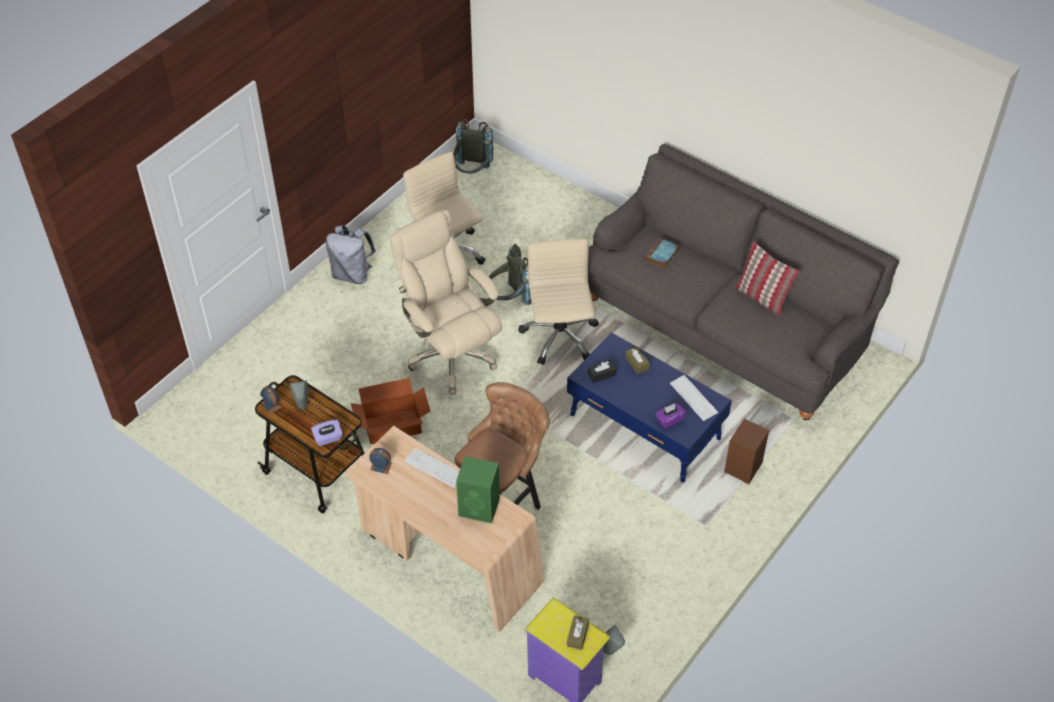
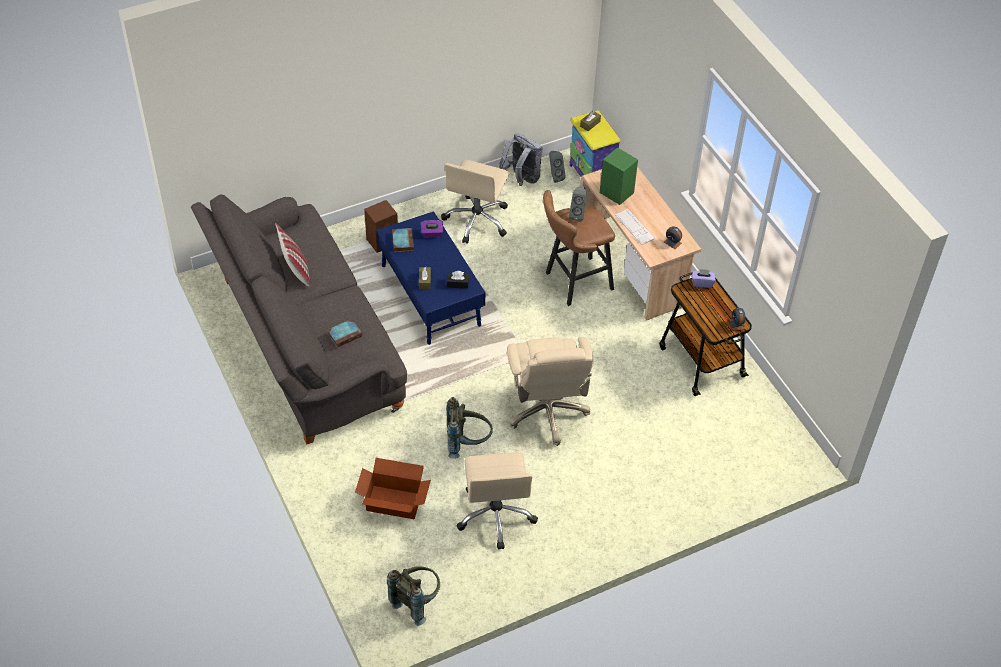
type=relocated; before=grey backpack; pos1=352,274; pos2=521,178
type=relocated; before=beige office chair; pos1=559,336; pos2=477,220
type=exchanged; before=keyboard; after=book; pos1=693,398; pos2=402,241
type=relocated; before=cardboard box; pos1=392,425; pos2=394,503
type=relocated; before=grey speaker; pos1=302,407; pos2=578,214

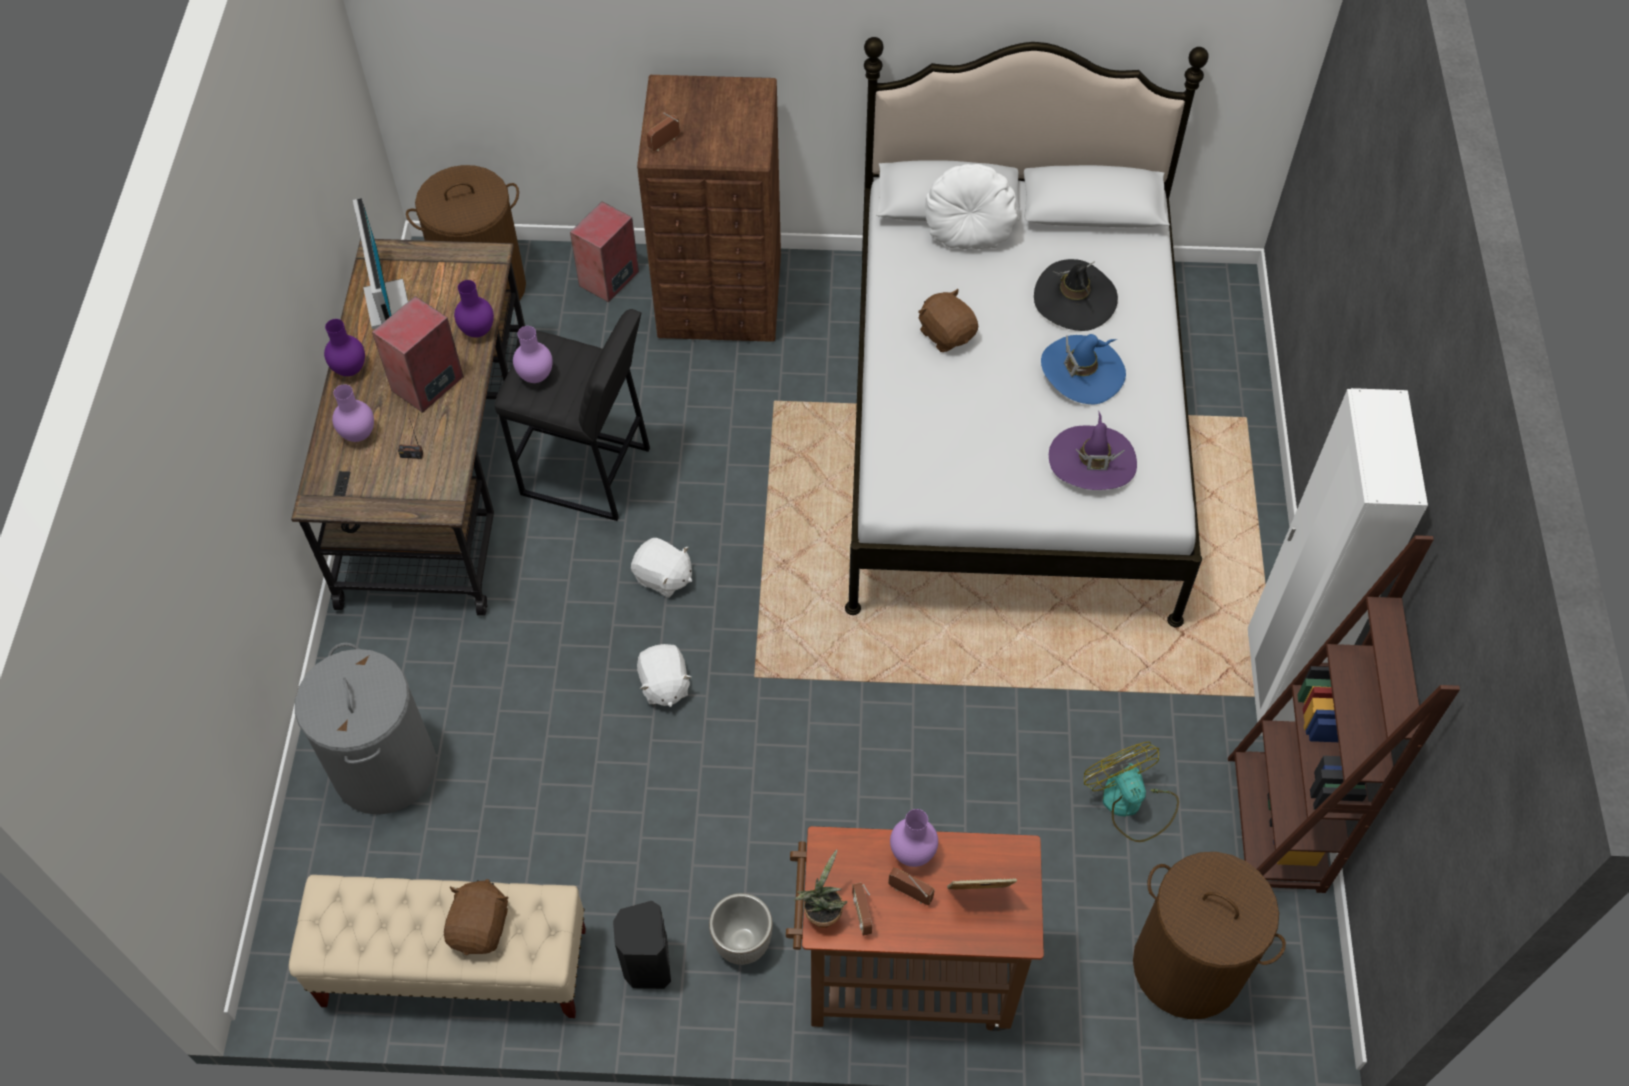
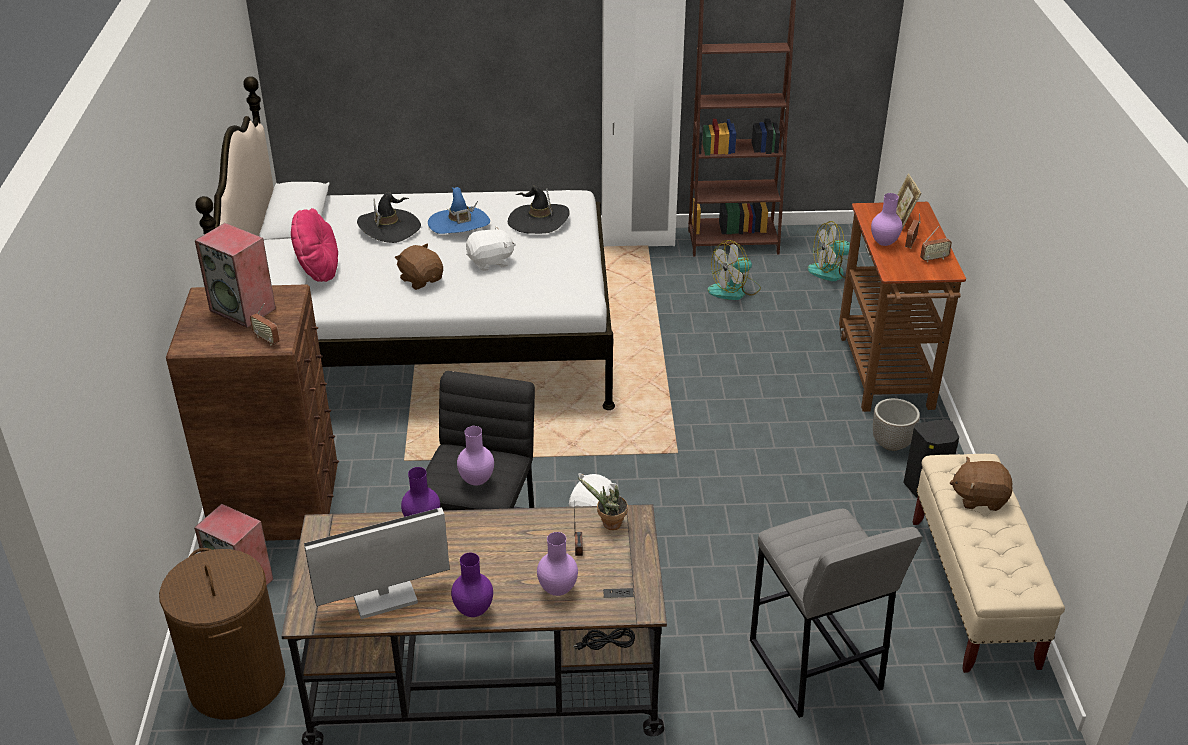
type=colour; before=white pillow; after=pink pillow; pos1=968,236; pos2=319,273
type=spun; before=brown plush toy; pos1=946,334; pos2=421,279; turn=90
type=relocated; before=speaker; pos1=427,385; pos2=244,309
type=colour; before=purple hat; after=black hat; pos1=1092,461; pos2=538,221
type=exchanged; before=grey laundry basket; after=grey stool; pos1=384,768; pos2=817,667
type=relocated; before=white plush toy; pos1=664,685; pos2=490,262
type=relocated; before=potted plant; pos1=822,913; pos2=609,524
type=exchanged; before=brown laundry basket; after=fan; pos1=1186,966; pos2=834,272

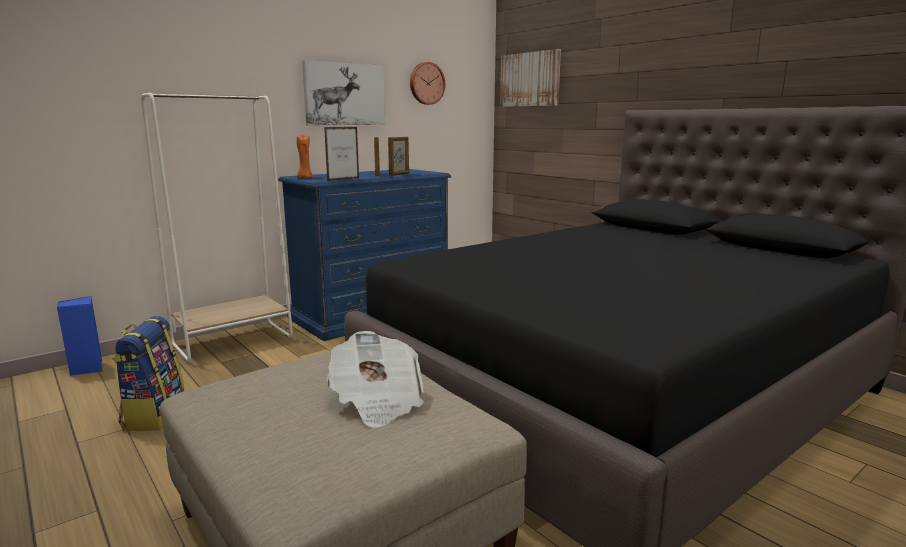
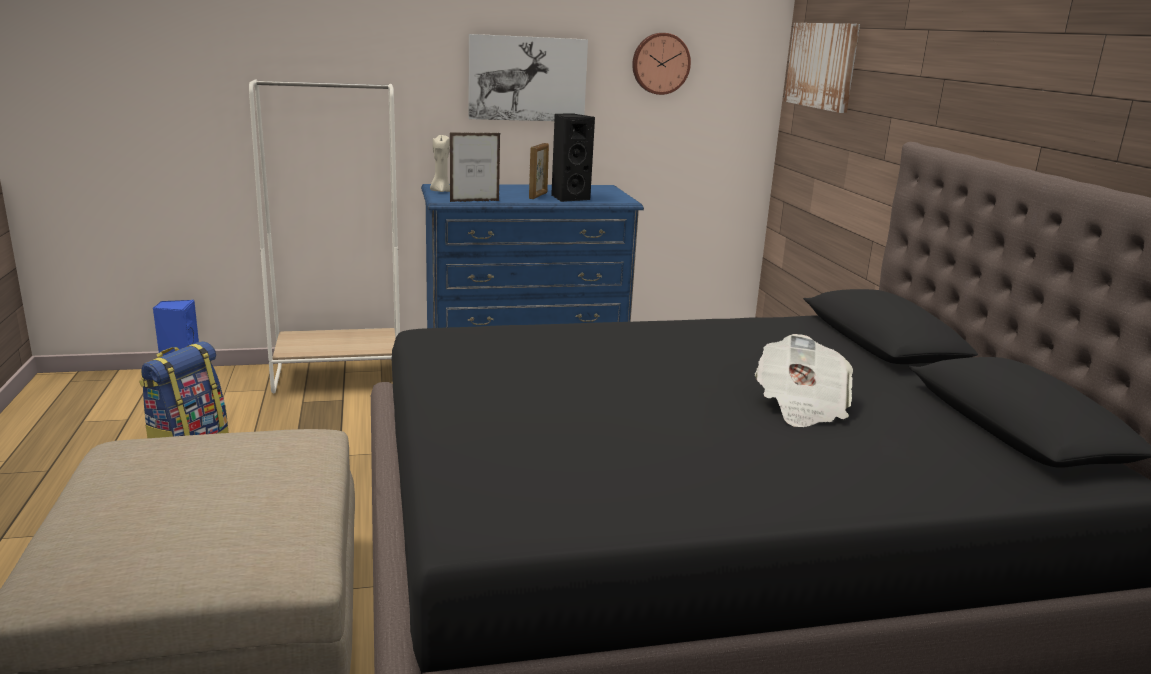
type=colour; before=orange candle; after=beige candle; pos1=305,178; pos2=440,191
type=exchanged; before=picture frame; after=black speaker; pos1=399,174; pos2=568,198
type=relocated; before=newspaper; pos1=377,401; pos2=800,406

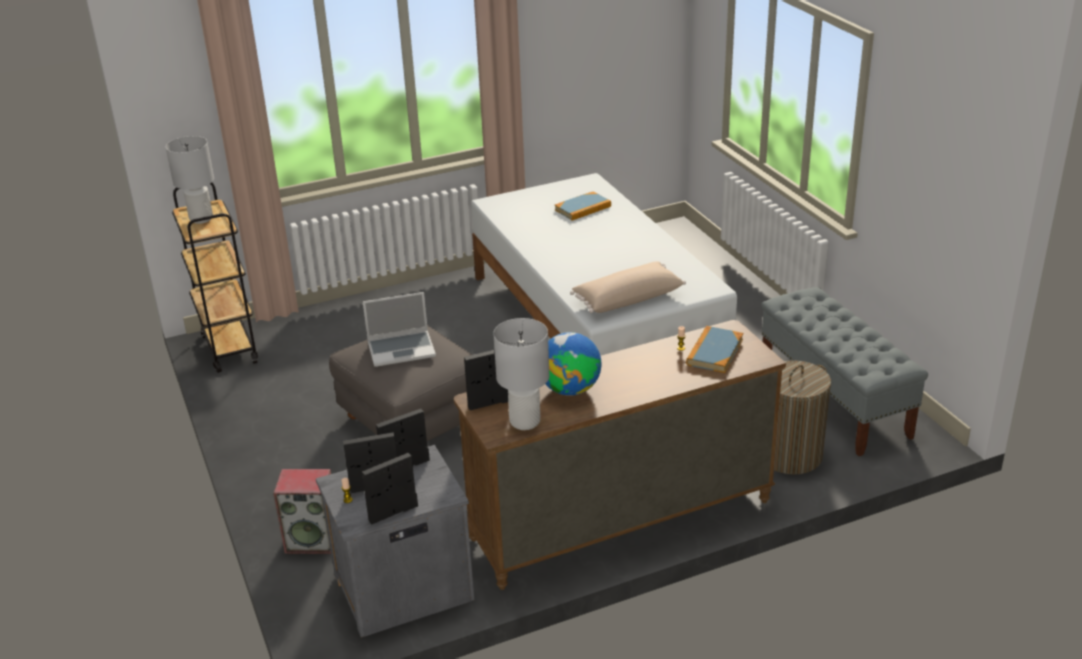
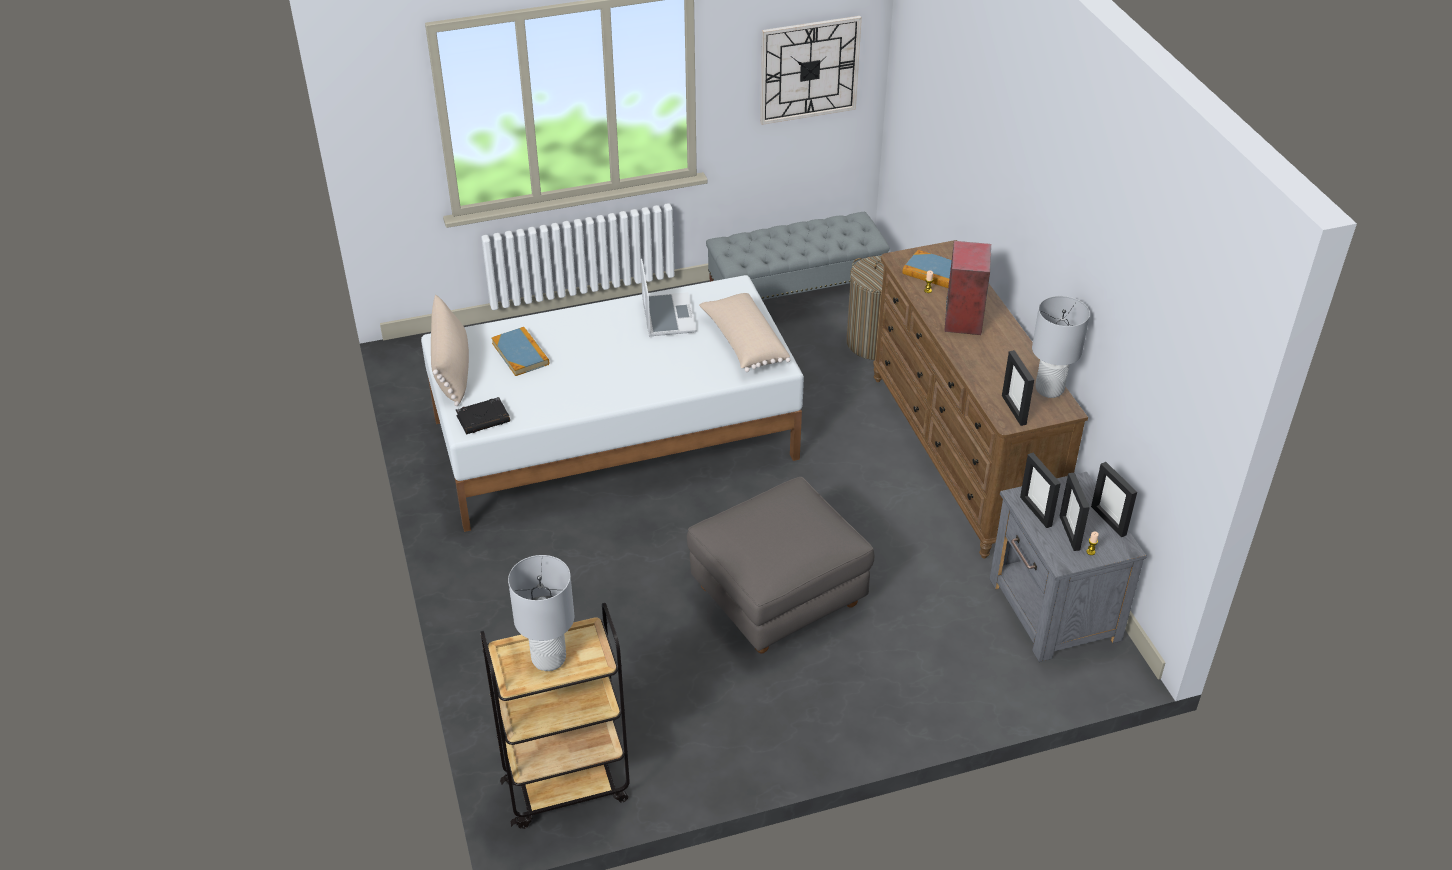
type=relocated; before=laptop; pos1=402,349; pos2=667,316
type=missing; before=globe; pos1=570,389
type=relocated; before=speaker; pos1=313,540; pos2=962,318
type=appeared; after=wall clock; pos2=809,69
type=appeared; after=beige pillow; pos2=452,368
type=appeared; after=black book; pos2=483,419

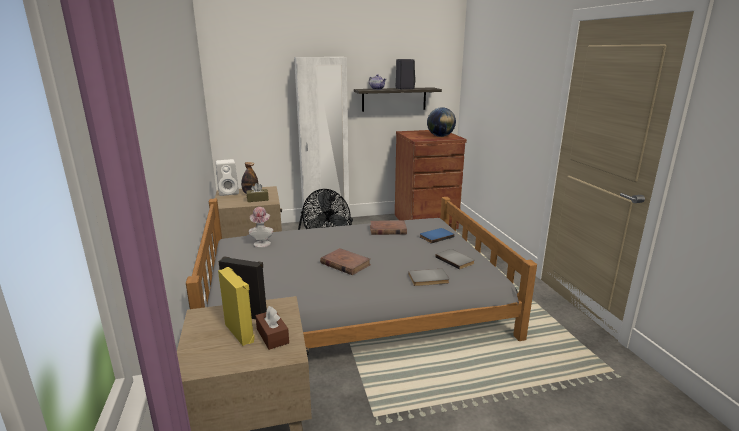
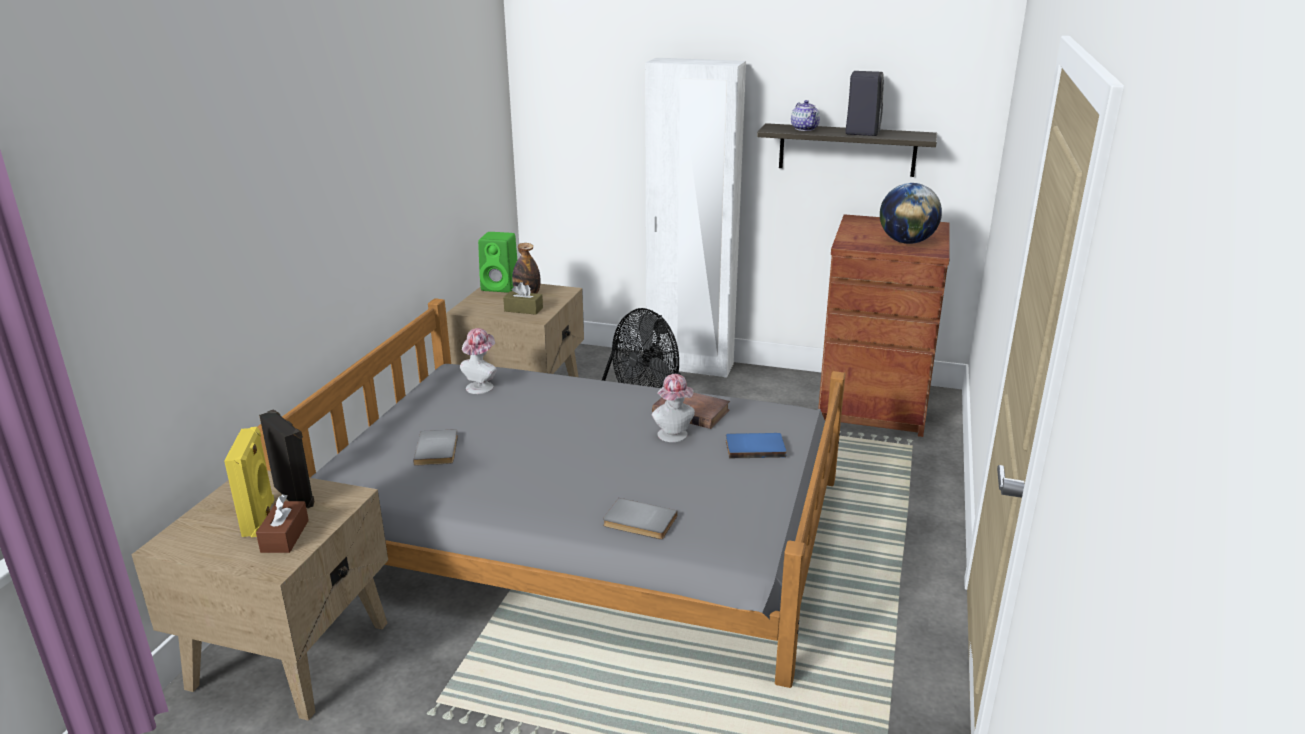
type=colour; before=white speaker; after=green speaker; pos1=229,192; pos2=501,287
type=missing; before=brown book; pos1=345,264
type=relocated; before=grey book; pos1=455,260; pos2=438,449
type=appeared; after=hat; pos2=674,436

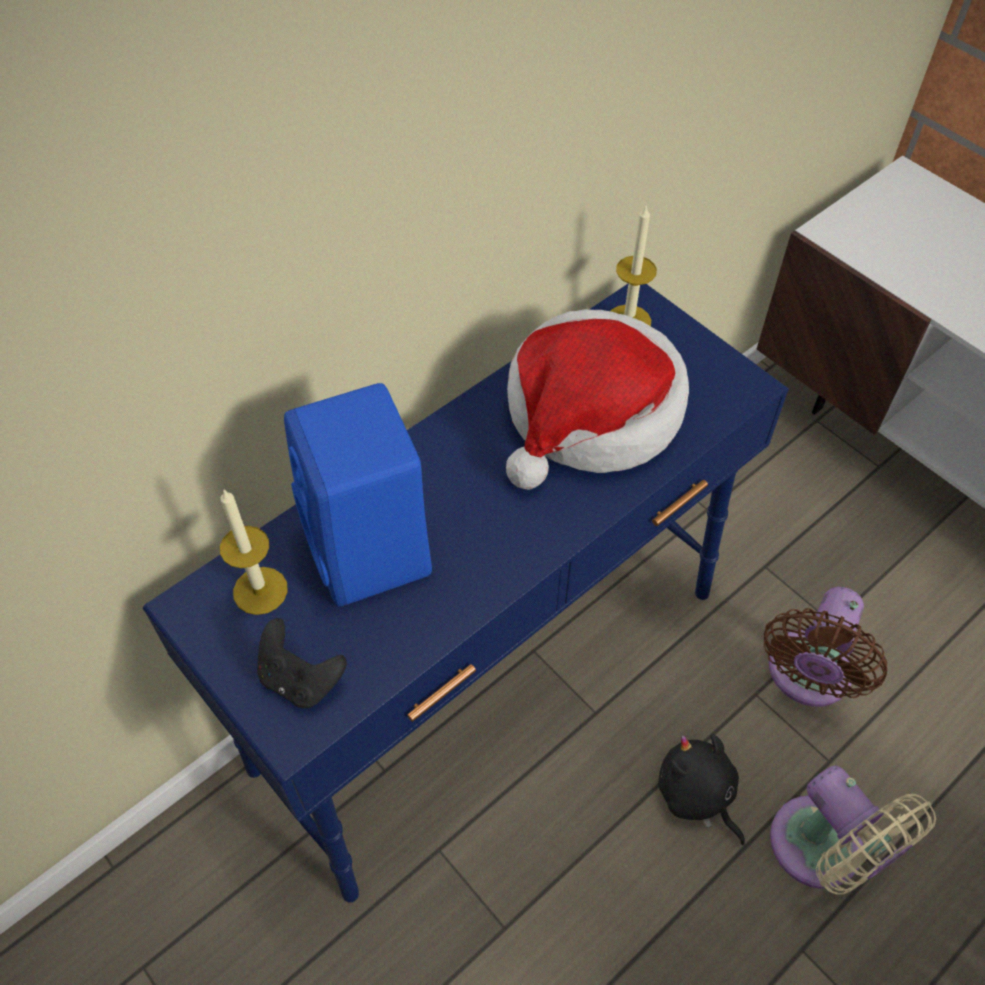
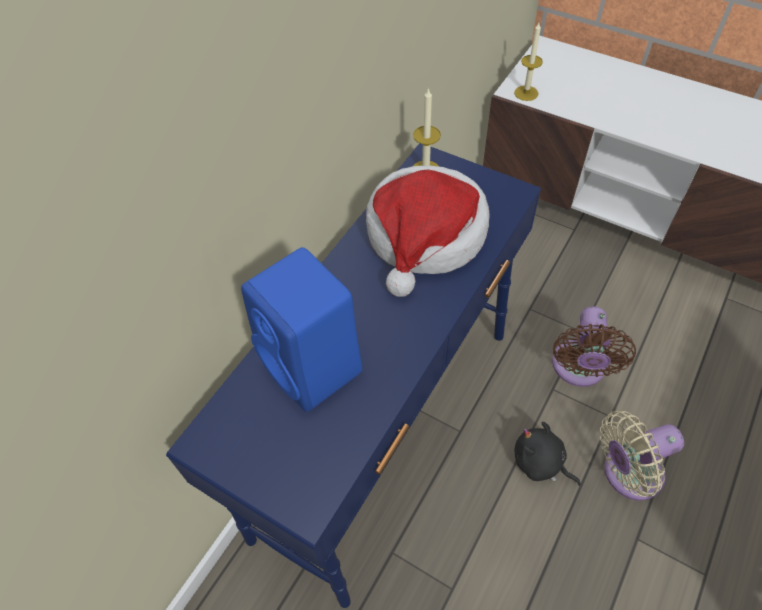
type=relocated; before=candle; pos1=260,590; pos2=526,93
type=missing; before=black game controller; pos1=300,679
type=spun; before=beige fan; pos1=823,852; pos2=627,473; turn=120

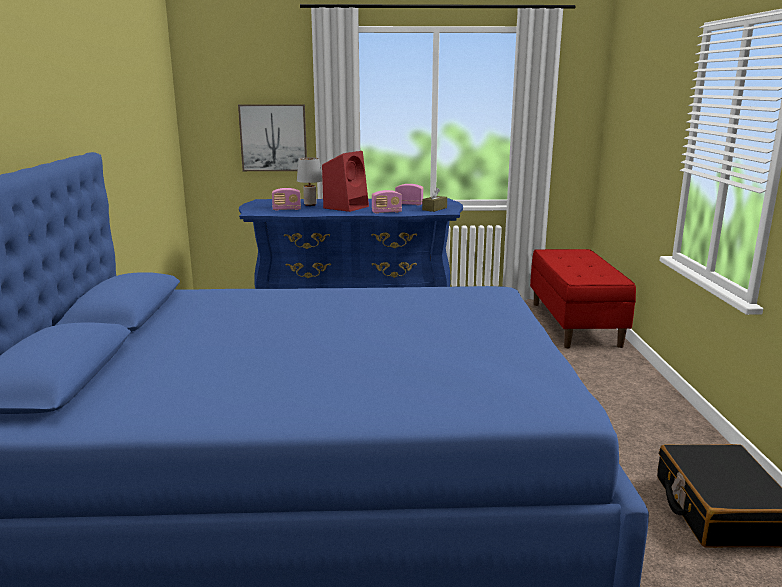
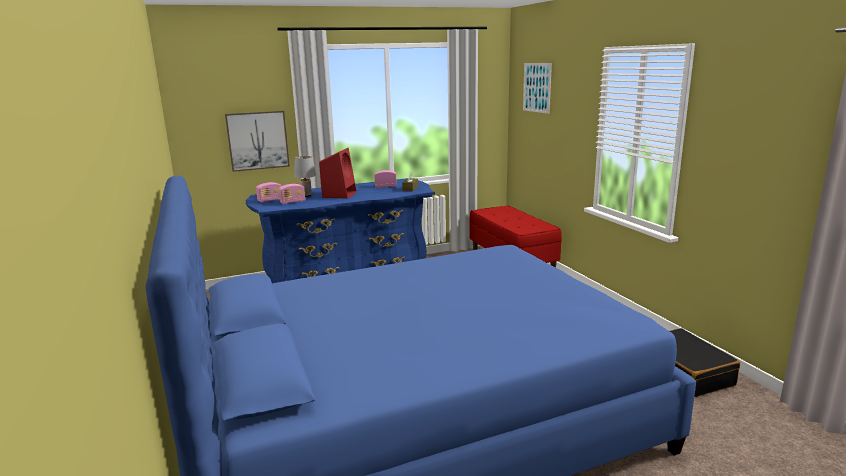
type=relocated; before=radio; pos1=386,212; pos2=270,200
type=appeared; after=picture; pos2=536,87

